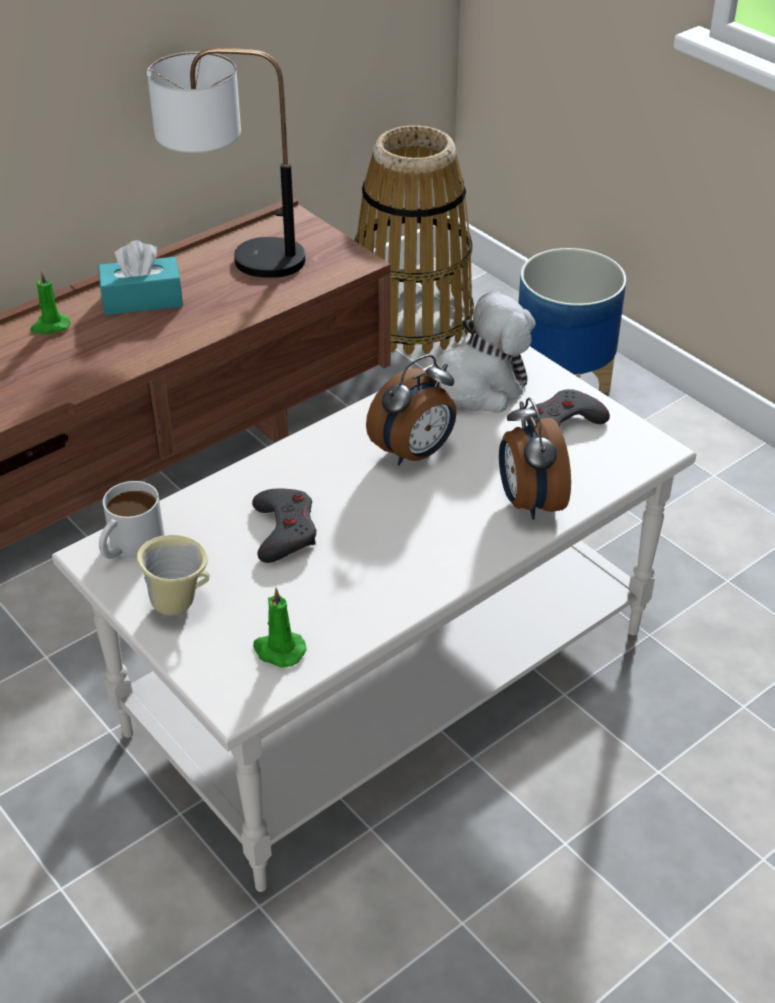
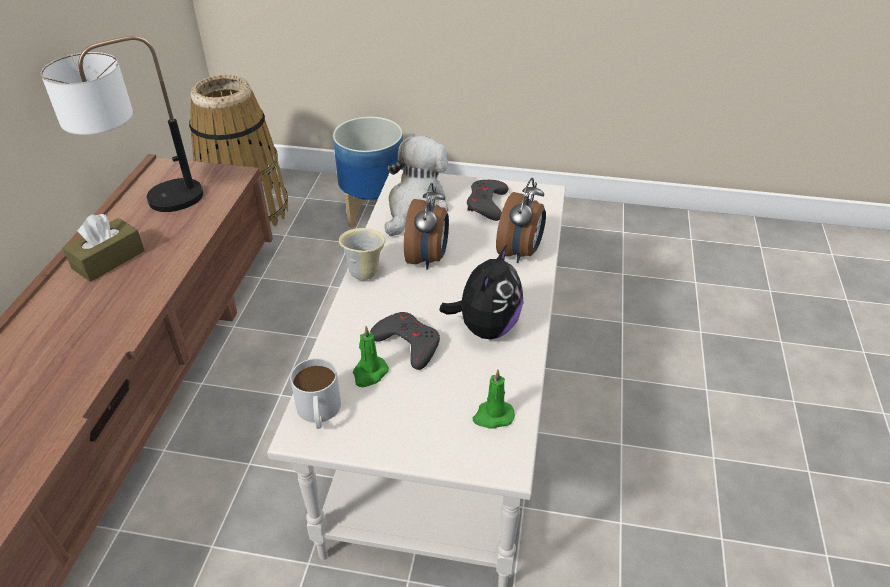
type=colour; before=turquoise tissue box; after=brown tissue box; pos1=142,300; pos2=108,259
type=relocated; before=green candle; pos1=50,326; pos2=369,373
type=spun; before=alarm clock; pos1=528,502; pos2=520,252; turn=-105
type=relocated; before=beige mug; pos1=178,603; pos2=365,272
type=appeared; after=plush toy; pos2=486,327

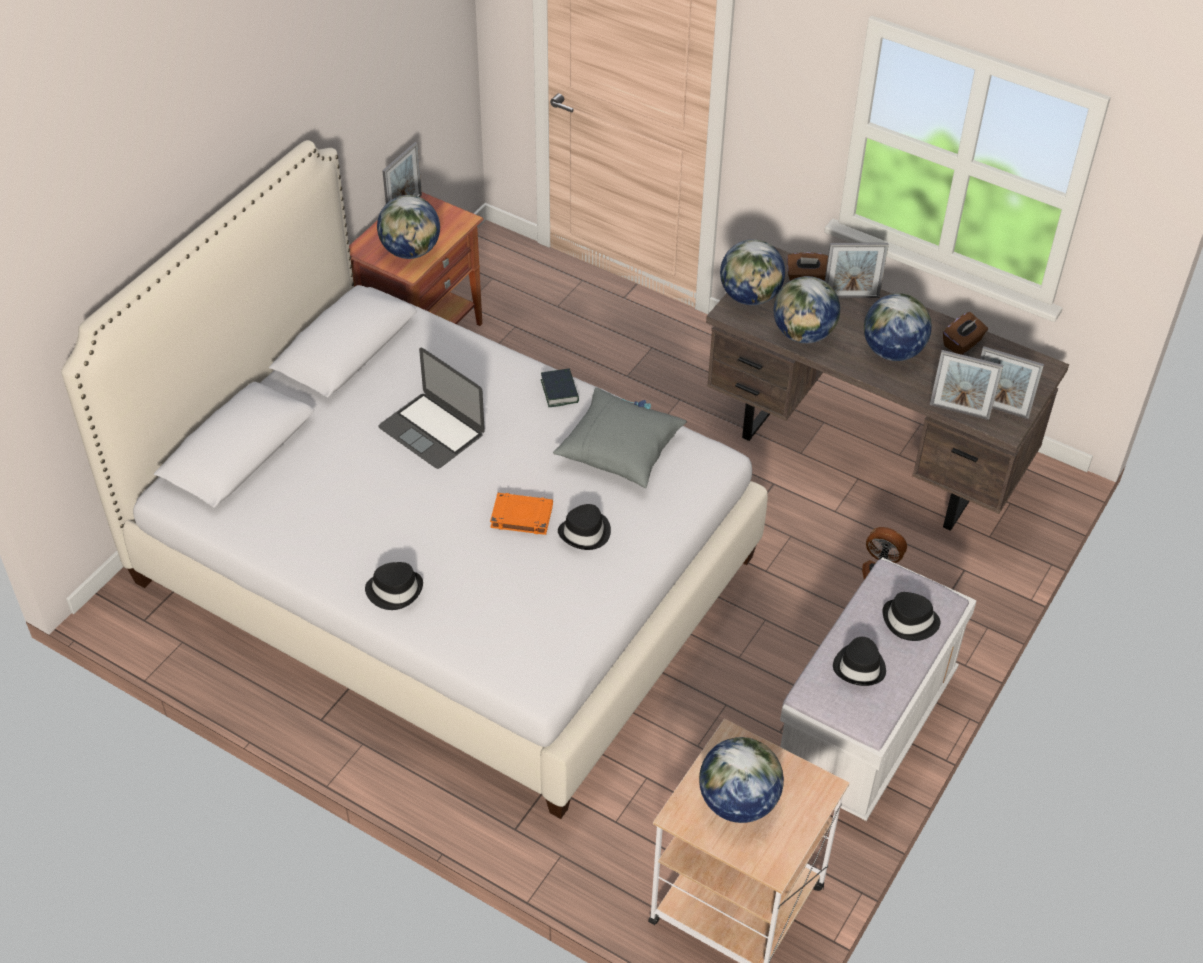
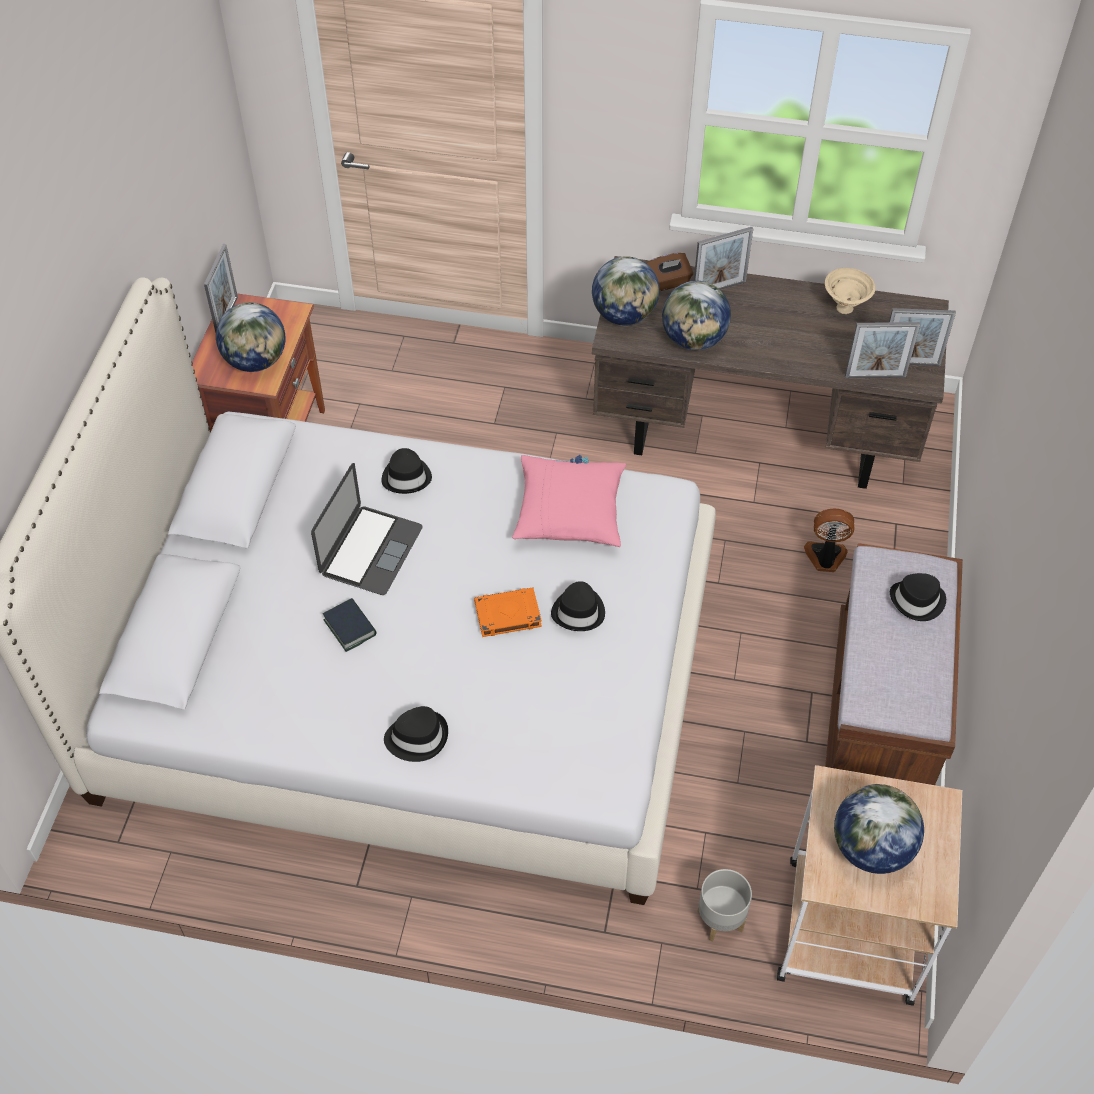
type=missing; before=globe; pos1=892,351
type=exchanged; before=brown tissue box; after=beige bowl; pos1=962,344; pos2=844,307
type=spun; before=laptop; pos1=432,430; pos2=371,550; turn=-90
type=relocated; before=book; pos1=559,391; pos2=350,627
type=colour; before=grey pillow; after=pink pillow; pos1=620,450; pos2=570,513
type=colour; before=white bench; after=brown bench; pos1=865,727; pos2=881,709
type=relocated; before=black hat; pos1=860,666; pos2=407,477
type=appeared; after=grey planter; pos2=721,920

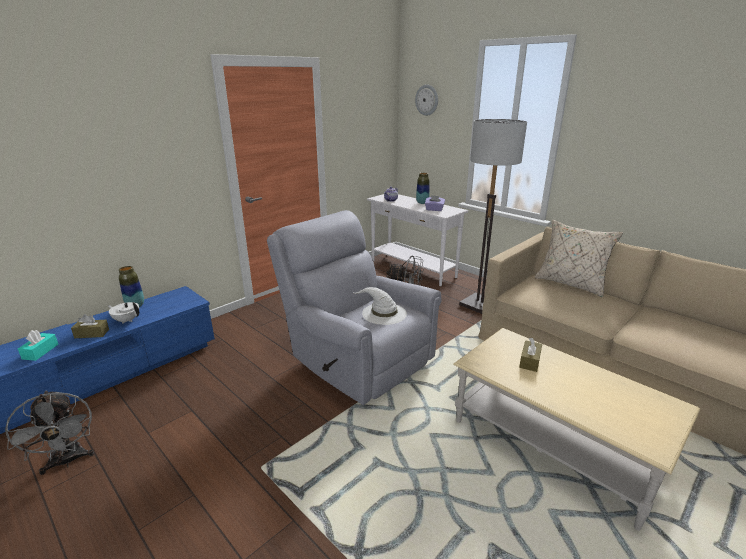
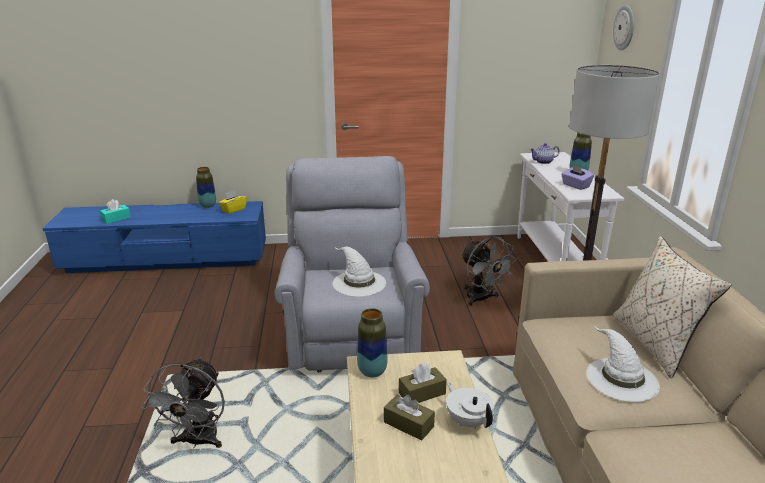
type=relocated; before=white teapot; pos1=127,320; pos2=468,421
type=relocated; before=brown tissue box; pos1=92,334; pos2=408,424
type=relocated; before=grey fan; pos1=67,461; pos2=197,442
type=appeared; after=yellow tissue box; pos2=233,210
type=appeared; after=vase; pos2=372,371
type=appeared; after=white hat; pos2=621,378

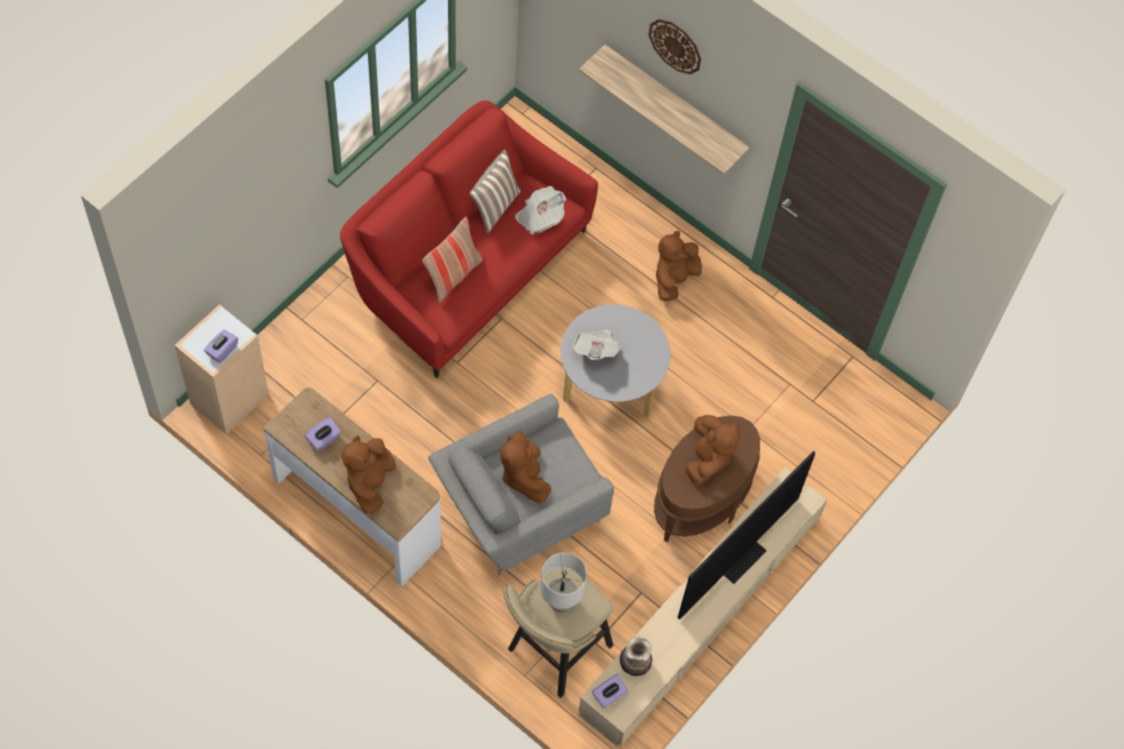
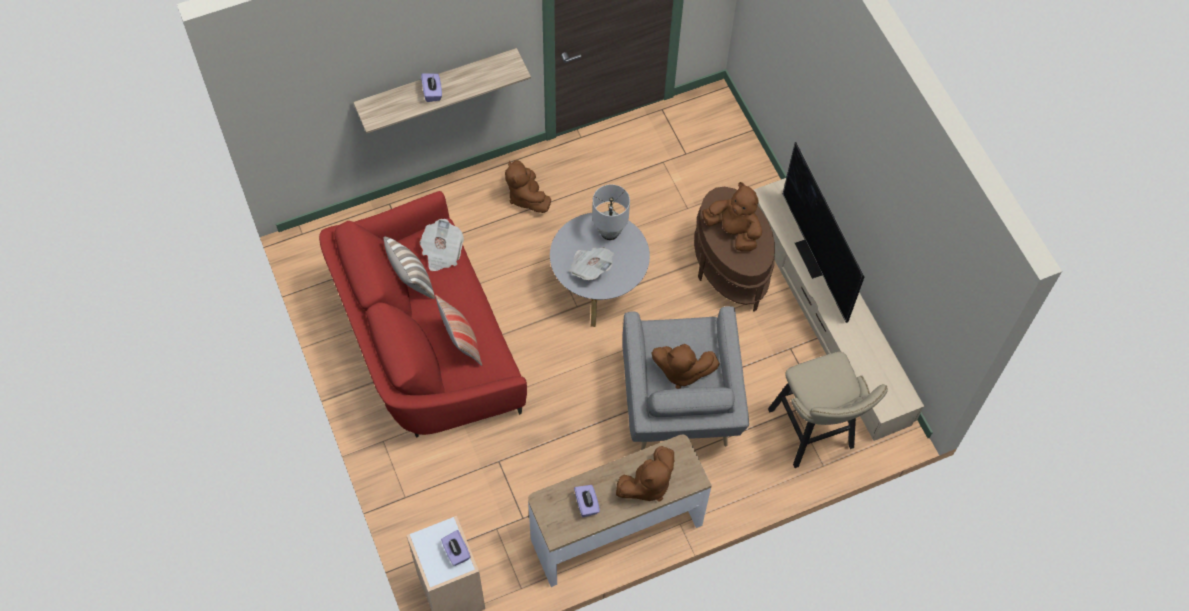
type=missing; before=wall clock; pos1=675,46
type=spun; before=brown plush toy; pos1=370,483; pos2=647,485; turn=-75
type=relocated; before=white table lamp; pos1=560,601; pos2=609,232
type=missing; before=vase; pos1=634,665
type=relocated; before=purple tissue box; pos1=609,695; pos2=432,92

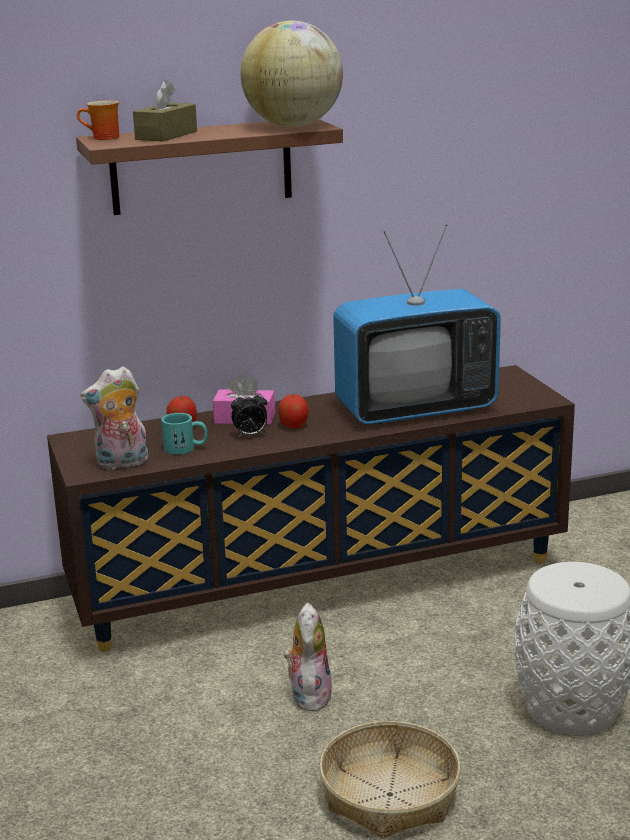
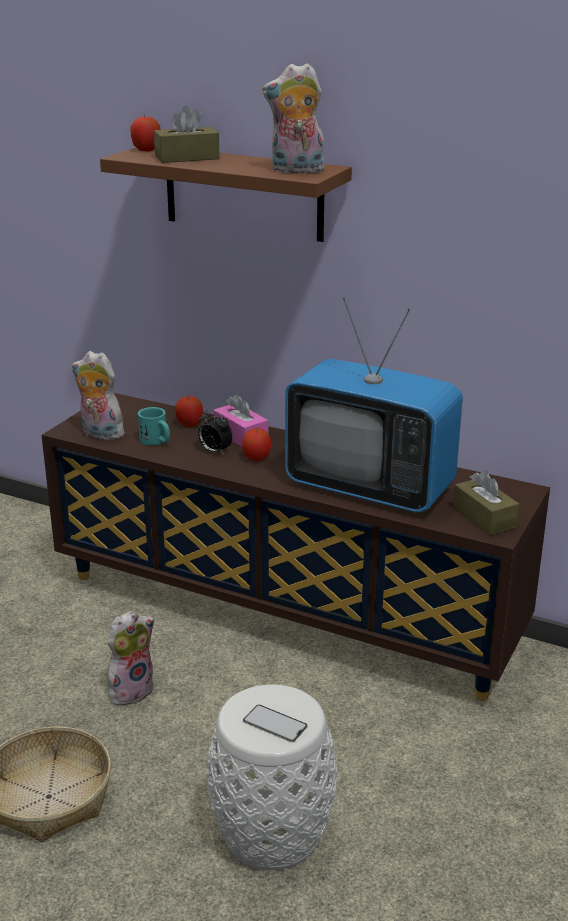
type=exchanged; before=globe; after=plush toy; pos1=293,126; pos2=296,171
type=exchanged; before=mug; after=apple; pos1=102,138; pos2=146,150
type=appeared; after=brown tissue box; pos2=484,517
type=appeared; after=phone; pos2=275,724

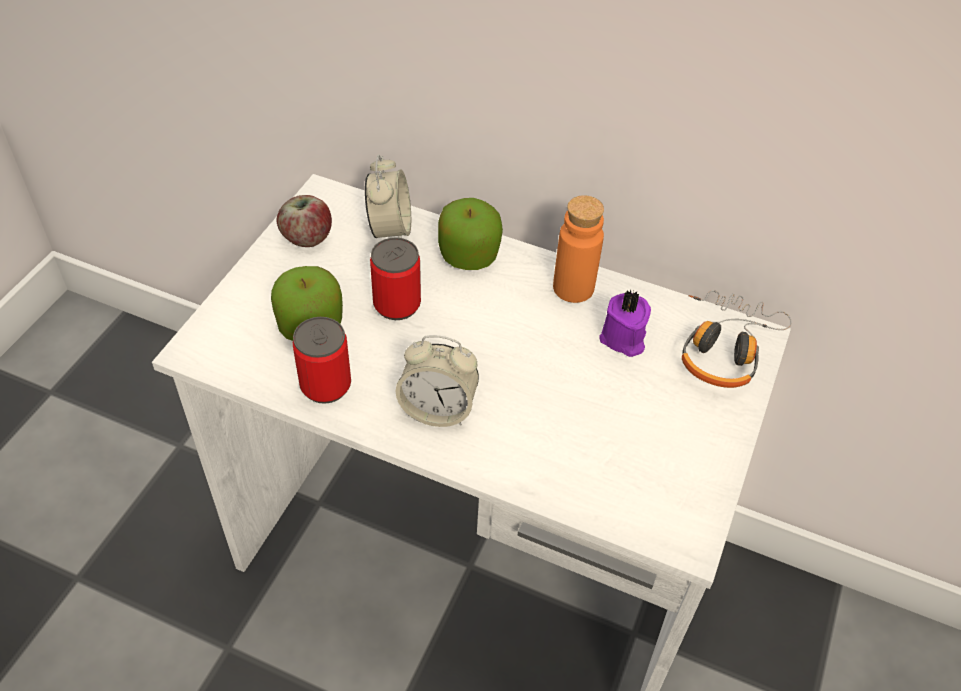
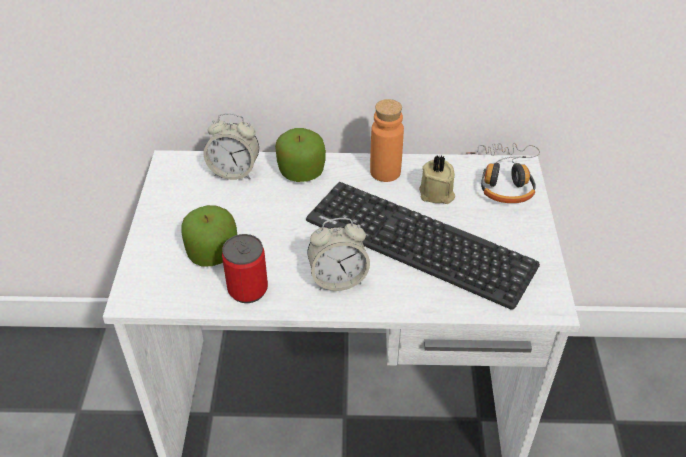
type=spun; before=alarm clock; pos1=389,229; pos2=234,171; turn=120
type=missing; before=apple; pos1=307,238
type=missing; before=can; pos1=397,304
type=colour; before=purple candle; after=beige candle; pos1=623,339; pos2=437,194
type=appeared; after=keyboard; pos2=419,243

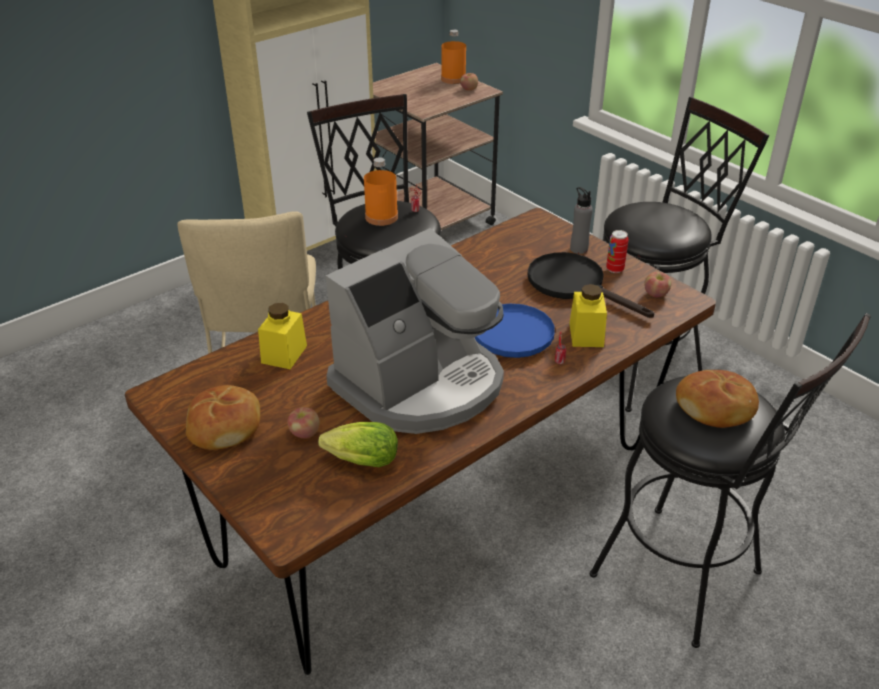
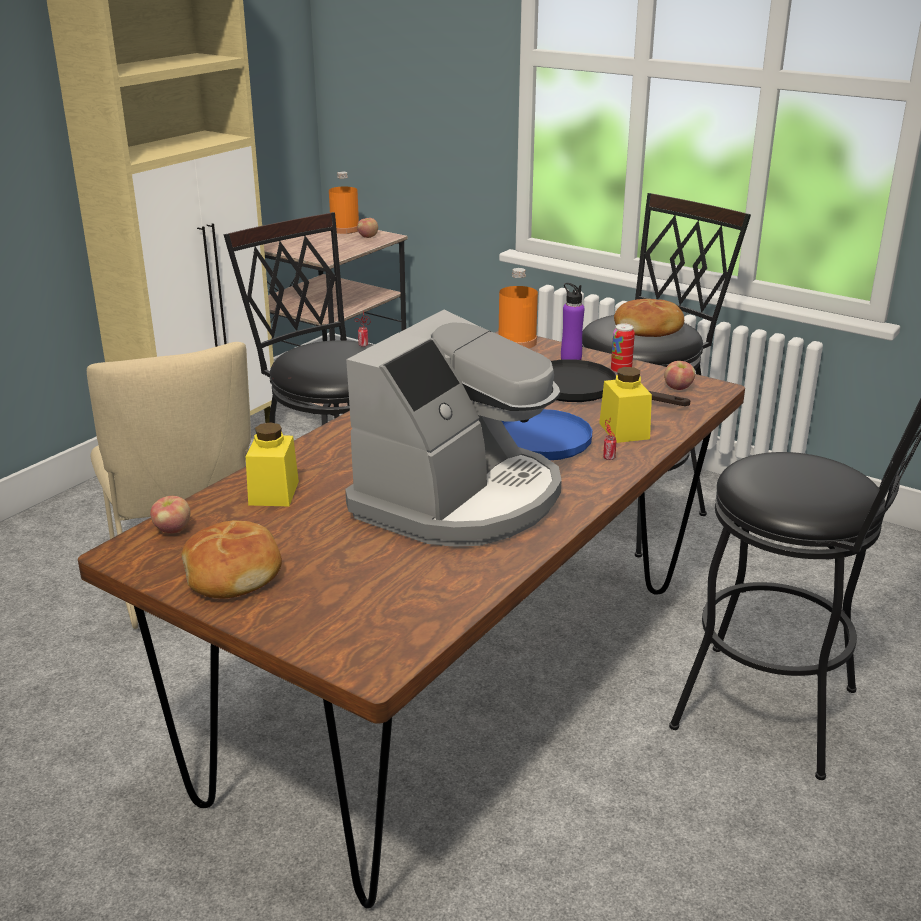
type=relocated; before=orange bottle; pos1=381,217; pos2=517,342
type=colour; before=grey bottle; after=purple bottle; pos1=579,249; pos2=571,358
type=relocated; before=bread; pos1=716,408; pos2=649,329
type=relocated; before=apple; pos1=305,433; pos2=173,530
type=missing; before=lettuce; pos1=358,461

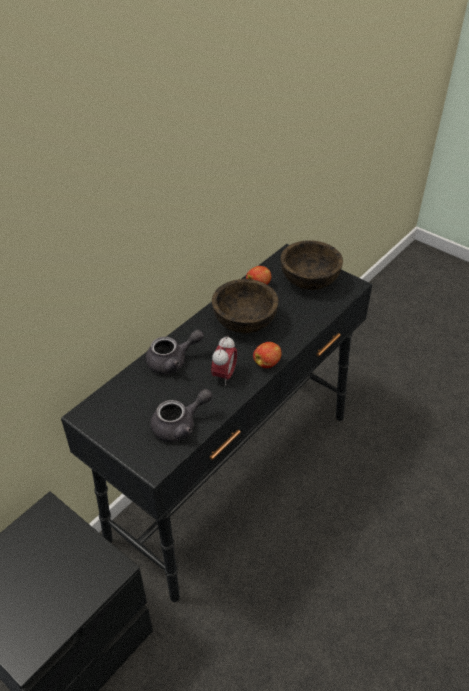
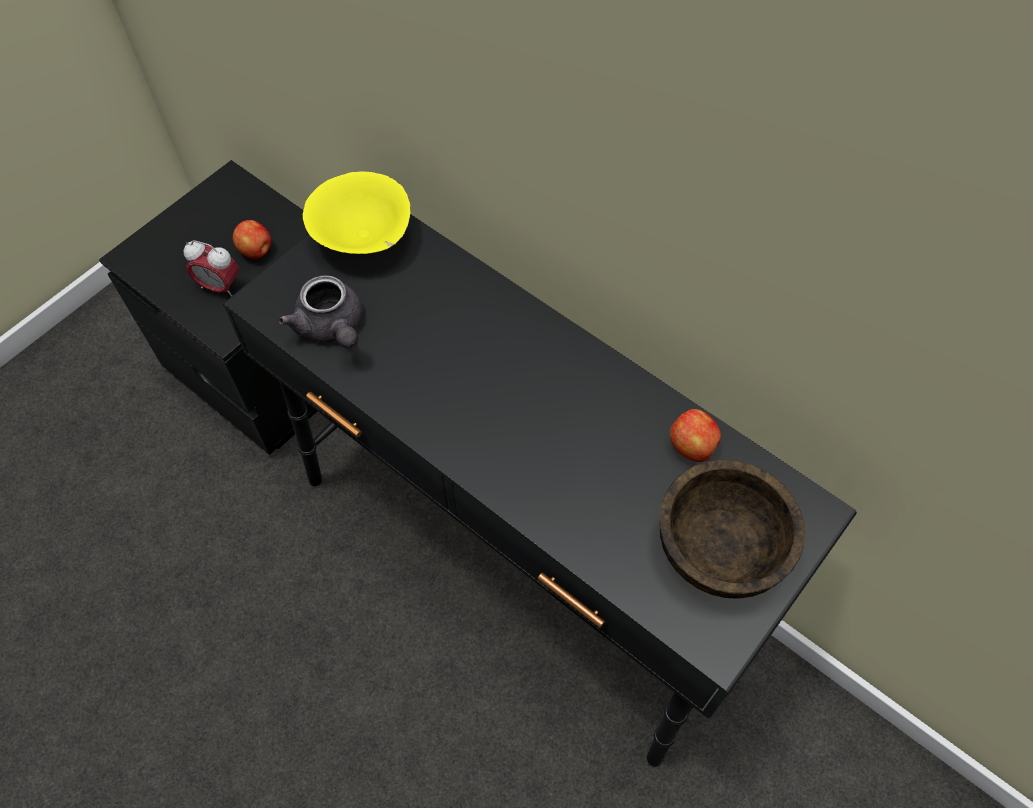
type=missing; before=brown bowl; pos1=245,322
type=missing; before=grey teapot; pos1=172,361
type=relocated; before=alarm clock; pos1=224,375; pos2=220,286
type=relocated; before=apple; pos1=267,363; pos2=256,251
type=appeared; after=yellow bowl; pos2=364,239

